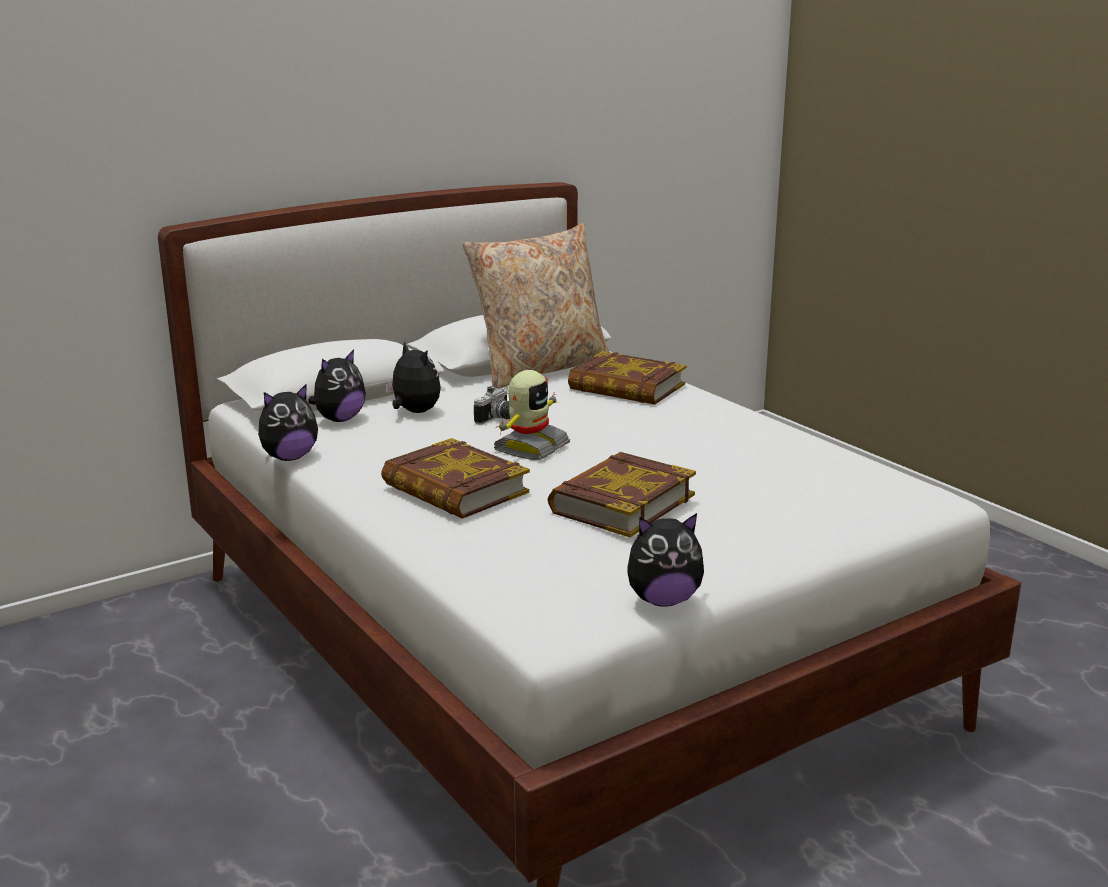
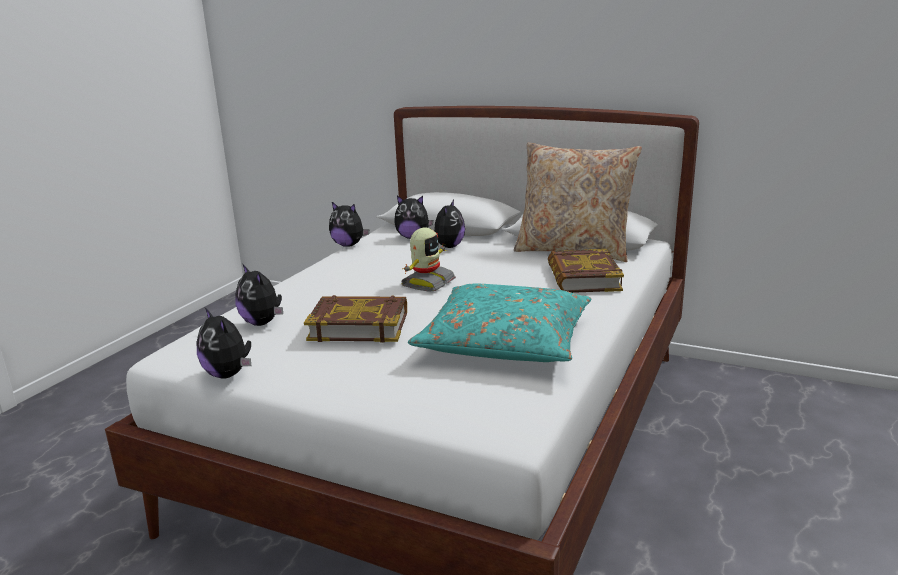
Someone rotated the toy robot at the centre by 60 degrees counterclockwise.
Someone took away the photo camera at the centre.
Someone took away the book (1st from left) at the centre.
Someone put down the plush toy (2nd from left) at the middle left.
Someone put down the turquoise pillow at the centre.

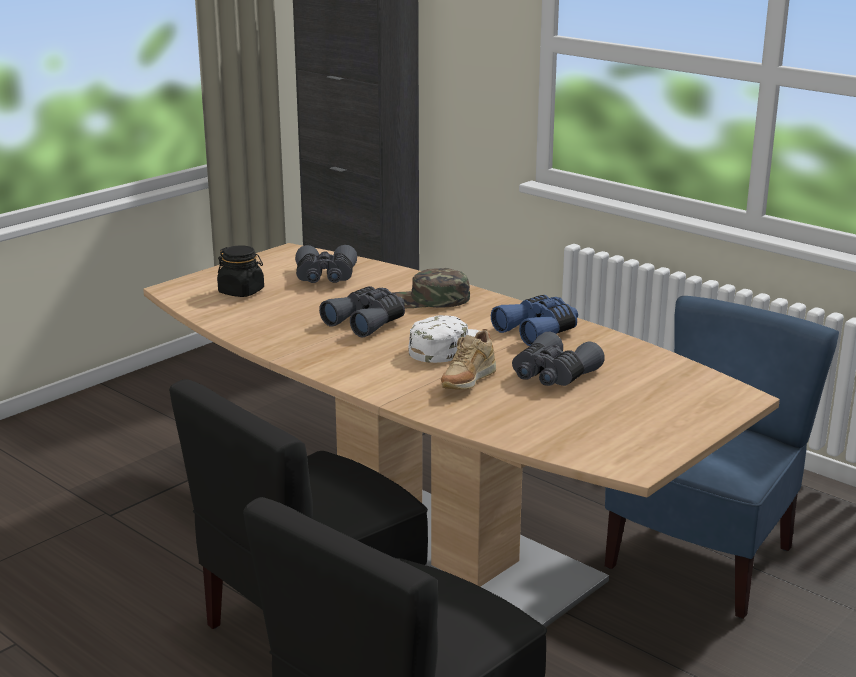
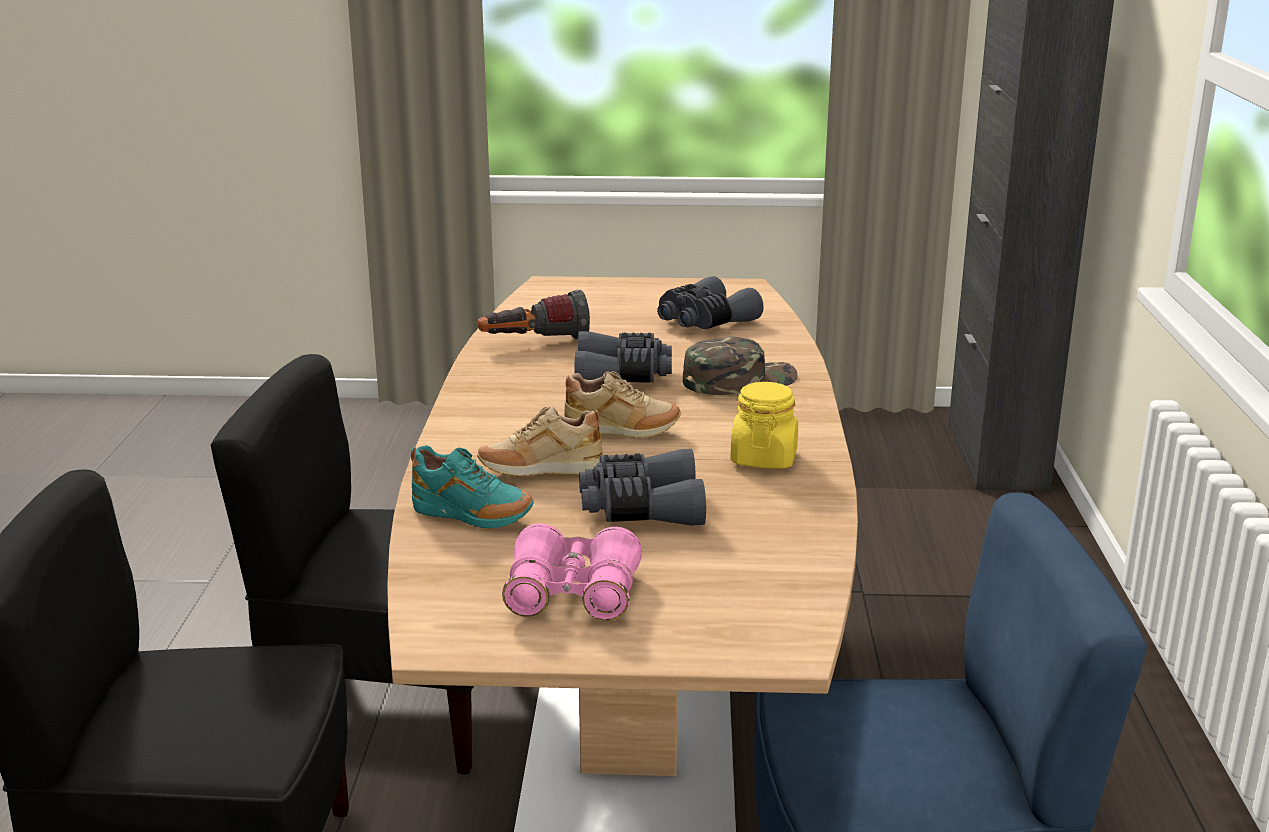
Someone took away the black jar at the middle left.
Someone rotated the green cap at the centre by 105 degrees clockwise.
Someone swapped the blue binoculars at the centre for the yellow jar at the centre.
Someone swapped the white cap at the centre for the beige shoe (2nd from left) at the centre.
Someone put down the flashlight at the centre.
Someone put down the turquoise shoe at the centre.
Someone put down the pink binoculars at the bottom centre.

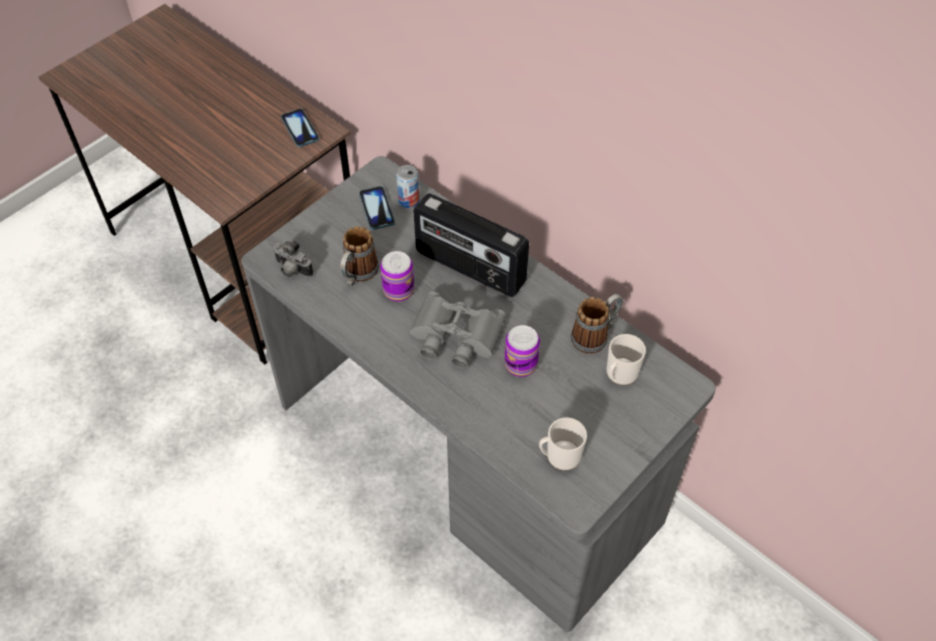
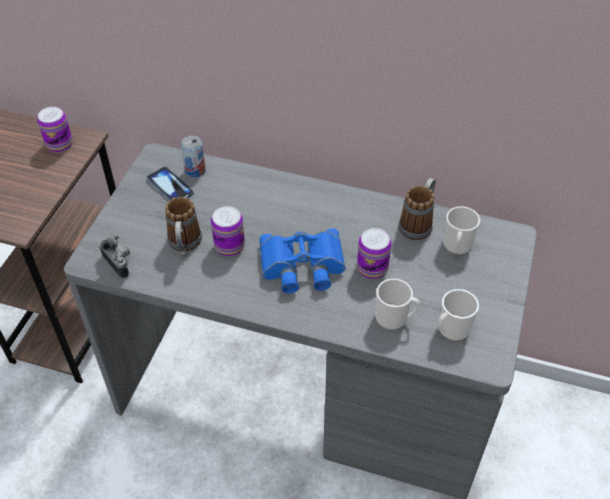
Someone swapped the phone (1st from left) at the top left for the can (1st from left) at the top left.
Someone took away the radio at the centre.
Someone rotated the photo camera at the middle left by 135 degrees counterclockwise.
Someone repainted the grey binoculars at the centre, which became the blue binoculars at the centre.
Someone put down the mug (2nd from left) at the centre.

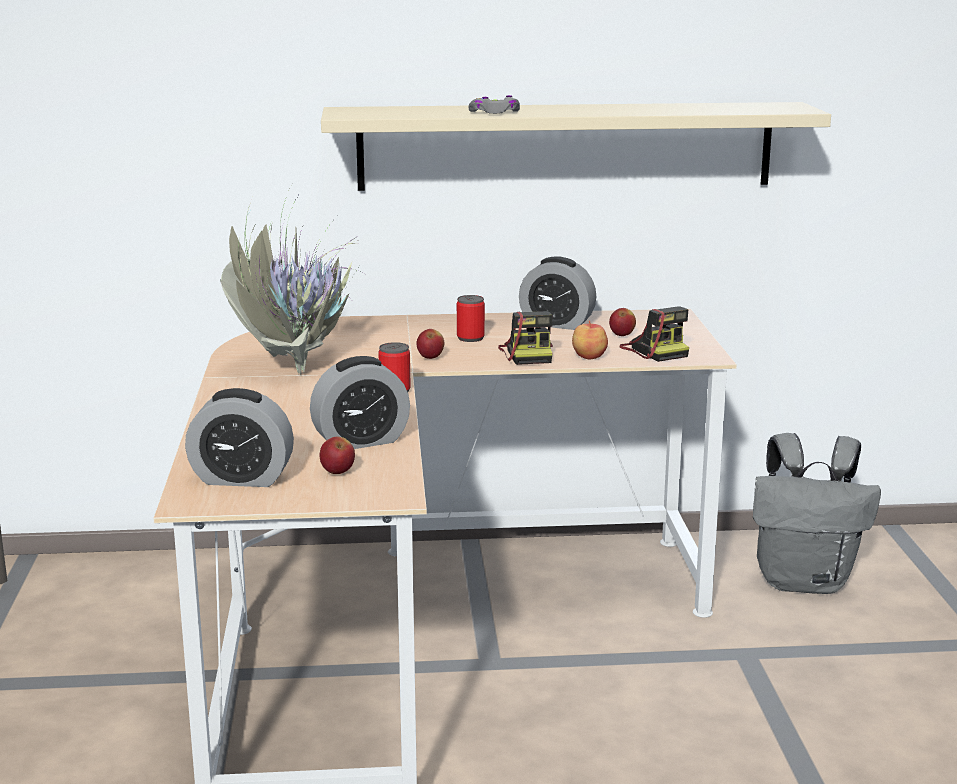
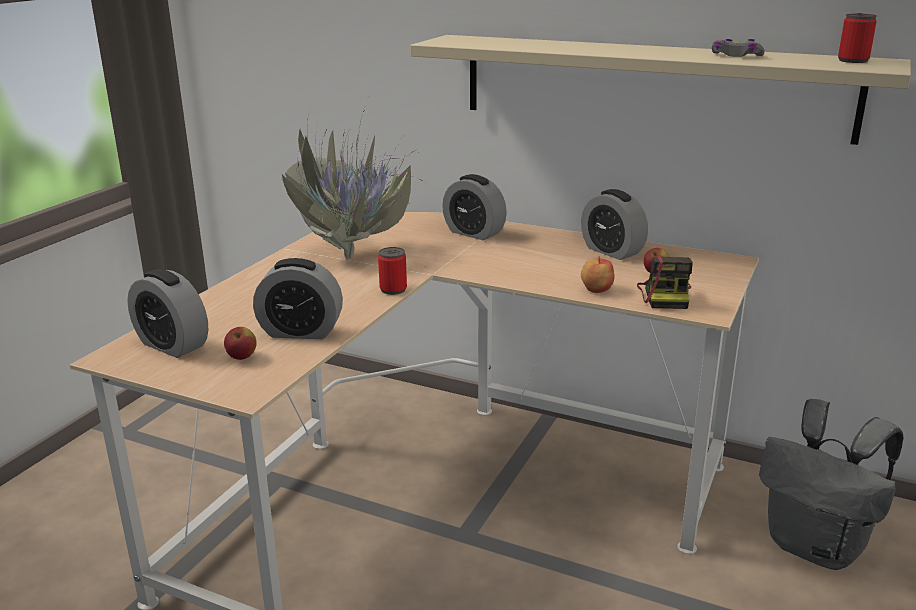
Someone carried the grey game controller from the top centre to the top right.
Someone carried the can (2nd from left) from the centre to the top right.
Someone took away the photo camera (1st from left) at the centre.
Someone took away the apple (2nd from left) at the centre.
Someone put down the alarm clock (3rd from left) at the centre.

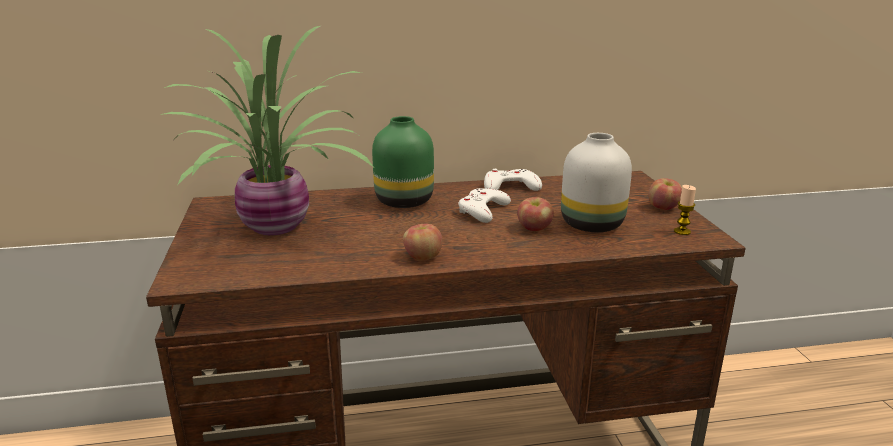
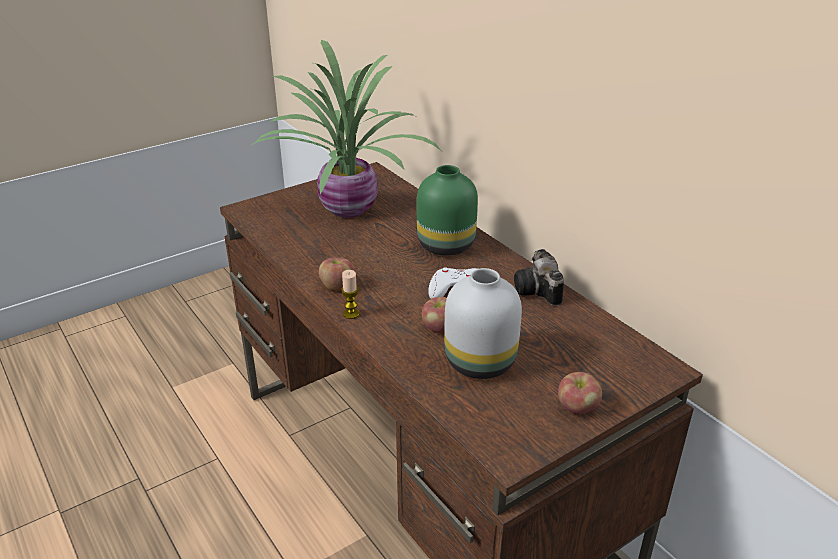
Someone swapped the white game controller (2nd from left) at the centre for the photo camera at the centre.
Someone carried the candle from the middle right to the centre.

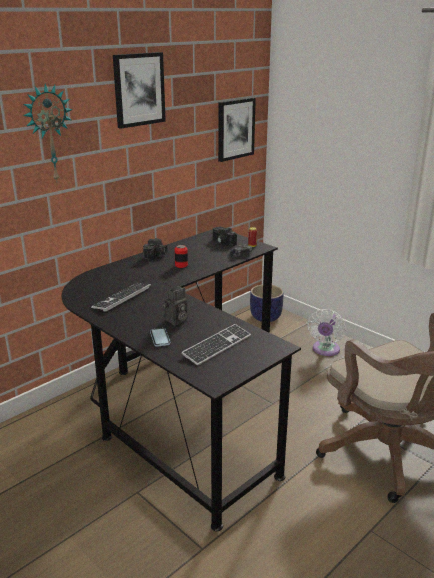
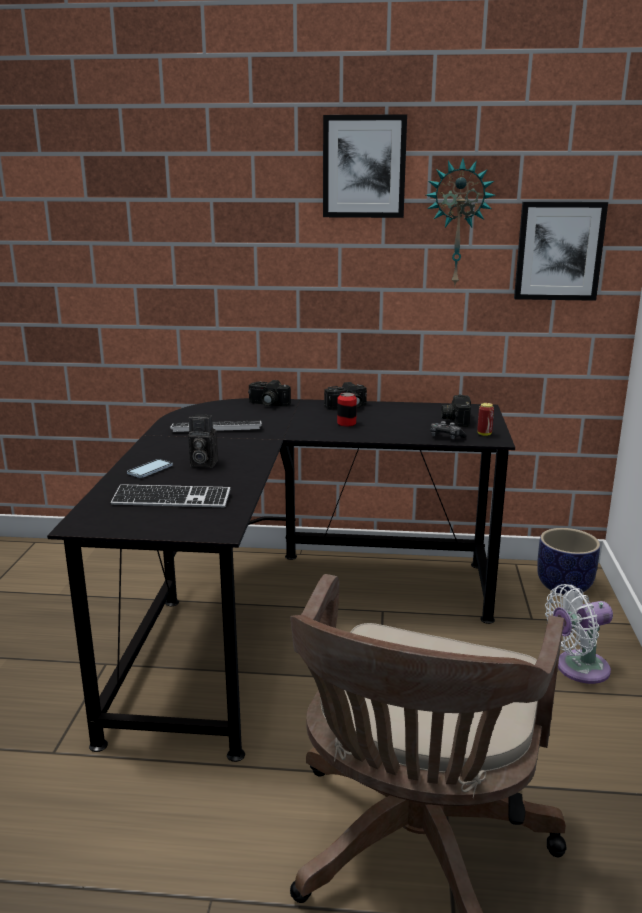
Someone carried the wall clock from the top left to the top right.
Someone put down the photo camera (2nd from left) at the centre.

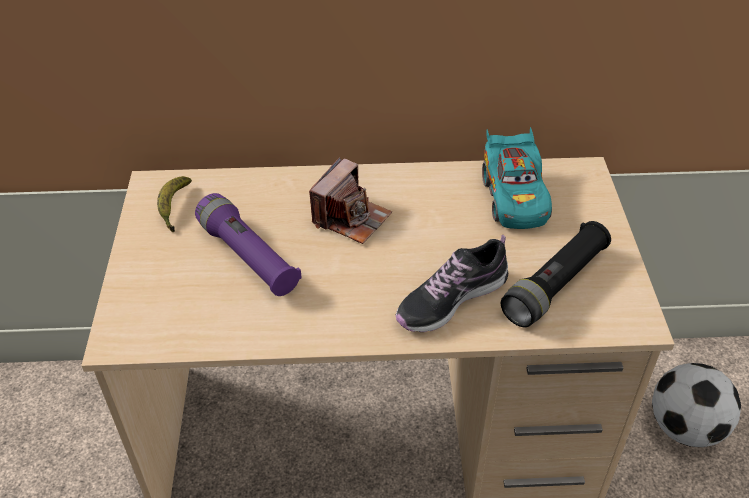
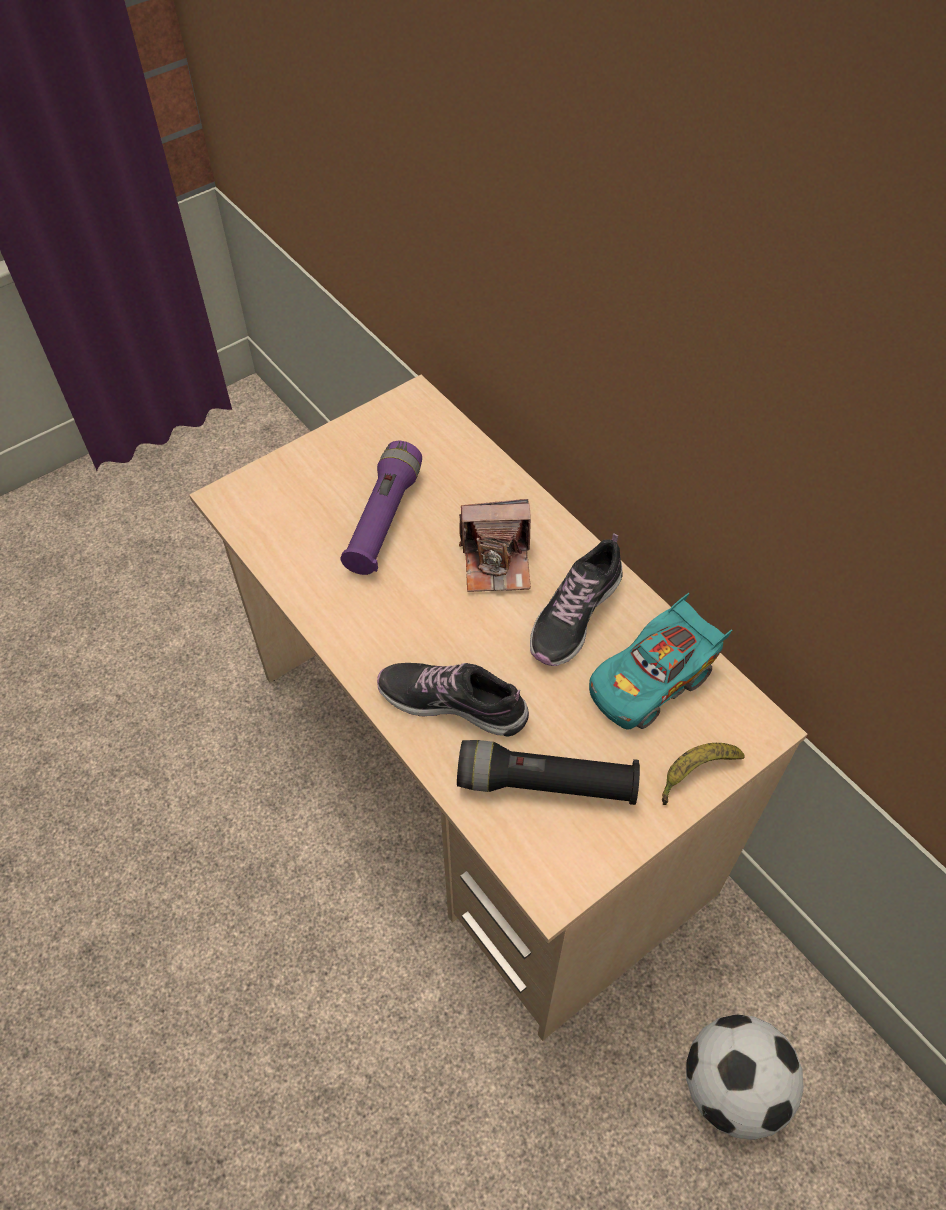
Someone carried the banana from the middle left to the middle right.
Someone put down the shoe (2nd from left) at the centre.

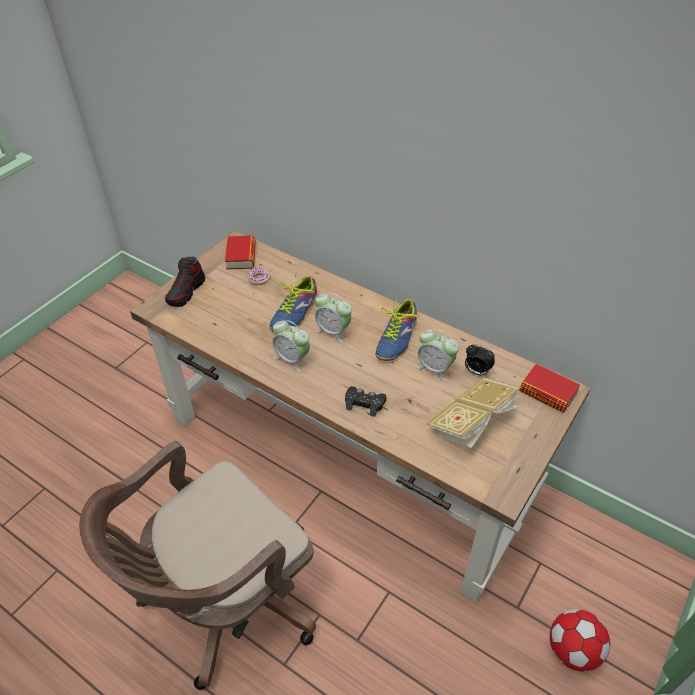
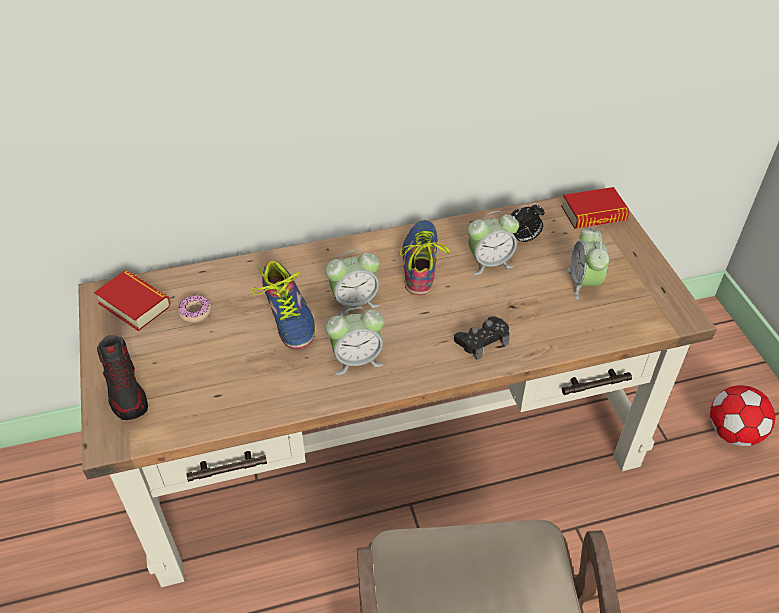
Someone rotated the shoe (3rd from left) at the centre by 150 degrees counterclockwise.
Someone swapped the book (2nd from left) at the middle right for the alarm clock (5th from left) at the middle right.

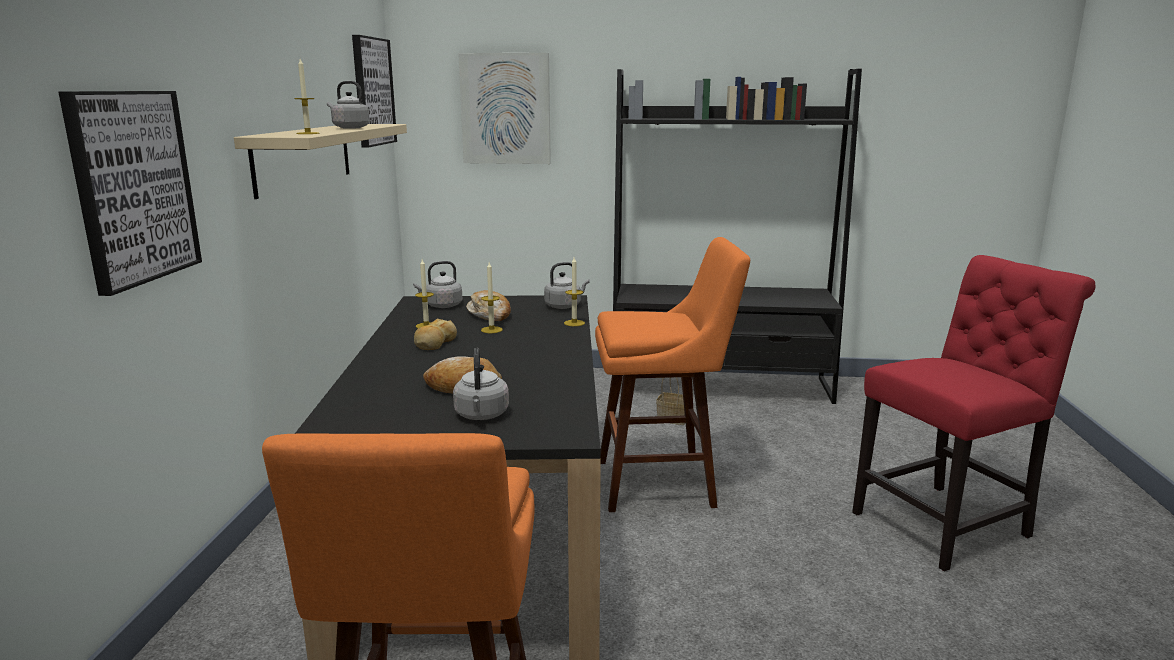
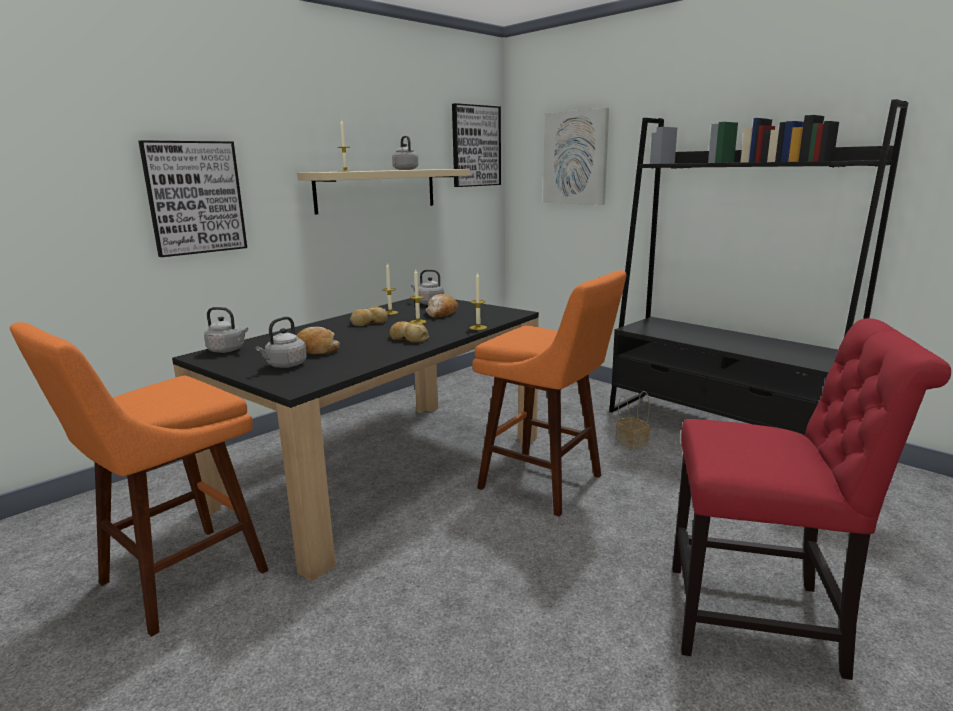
Someone carried the grey kettle (4th from left in the first image) from the centre to the middle left.
Someone put down the bread (3rd from left) at the centre.

